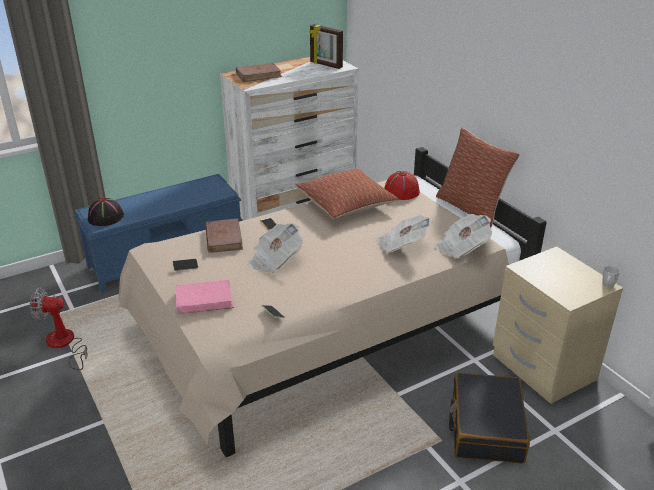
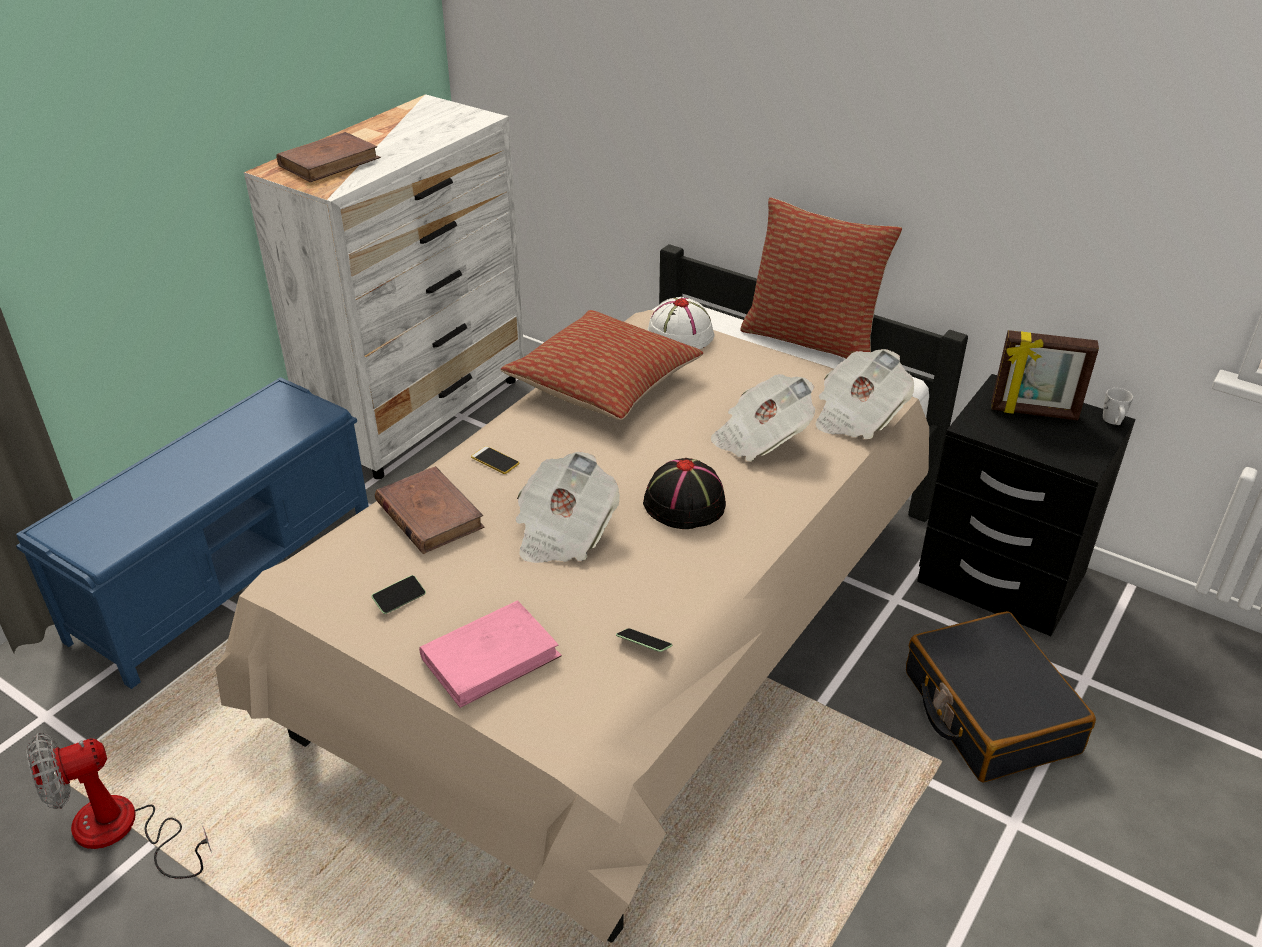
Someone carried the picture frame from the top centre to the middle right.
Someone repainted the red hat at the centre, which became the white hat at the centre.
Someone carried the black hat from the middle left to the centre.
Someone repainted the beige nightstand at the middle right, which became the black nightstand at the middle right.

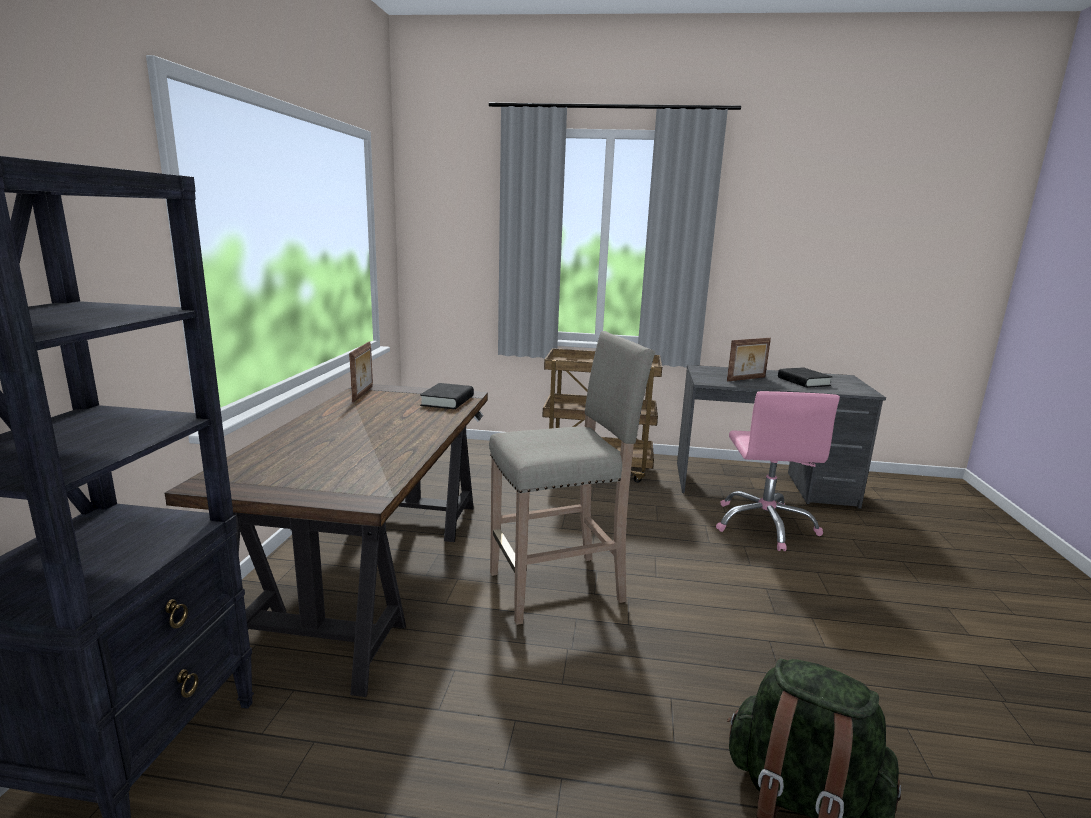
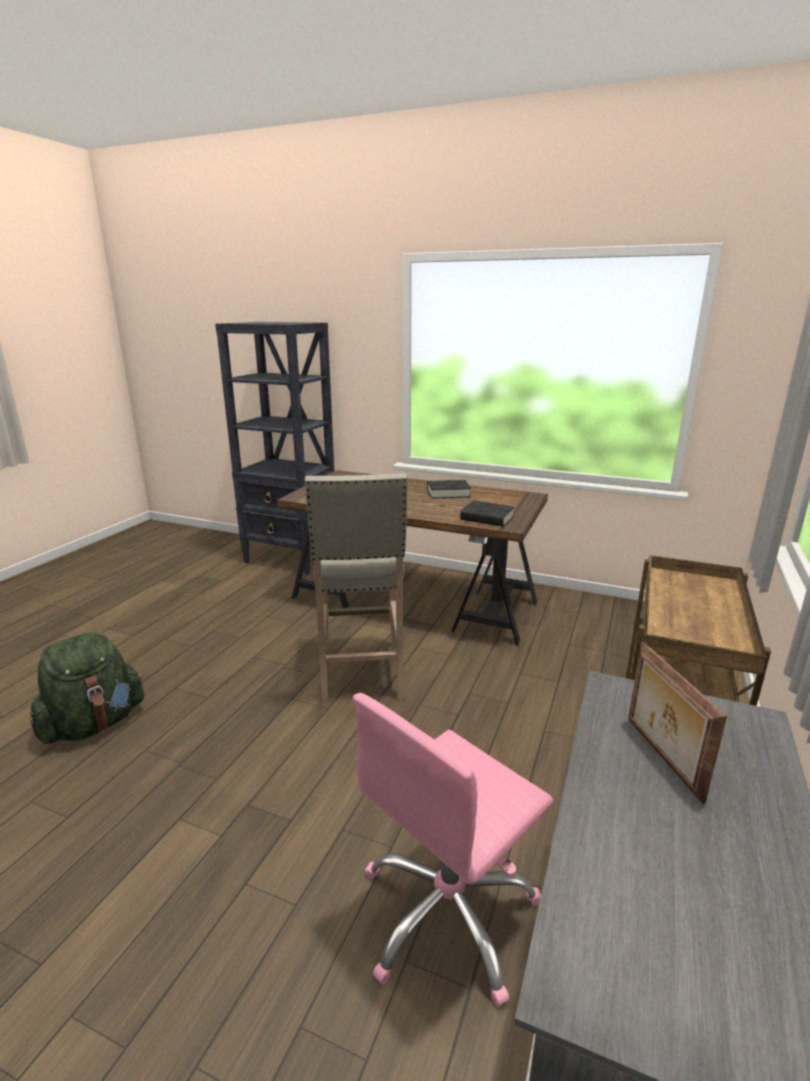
Someone took away the picture frame (1st from left) at the middle left.
Someone carried the black book (2nd from left in the first image) from the middle right to the centre.
Someone rotated the pink office chair at the middle right by 60 degrees counterclockwise.

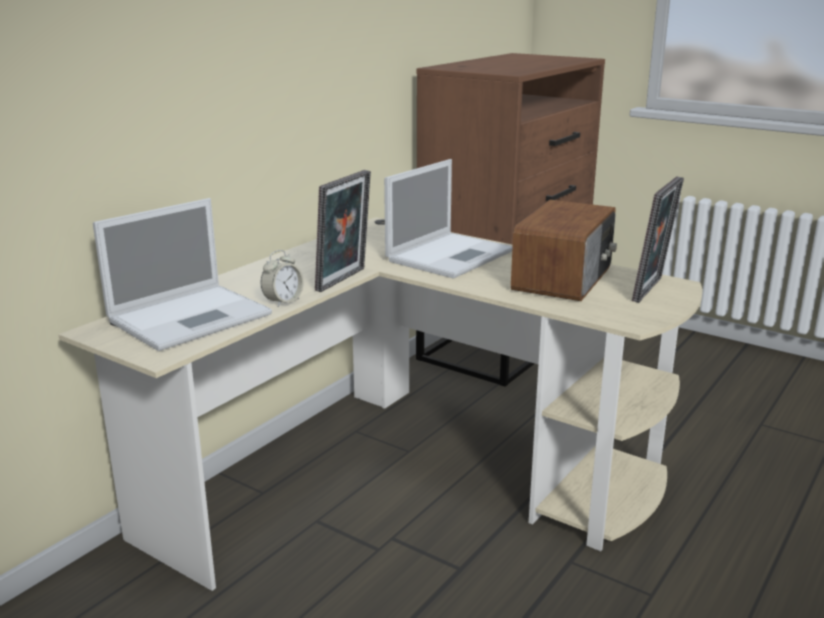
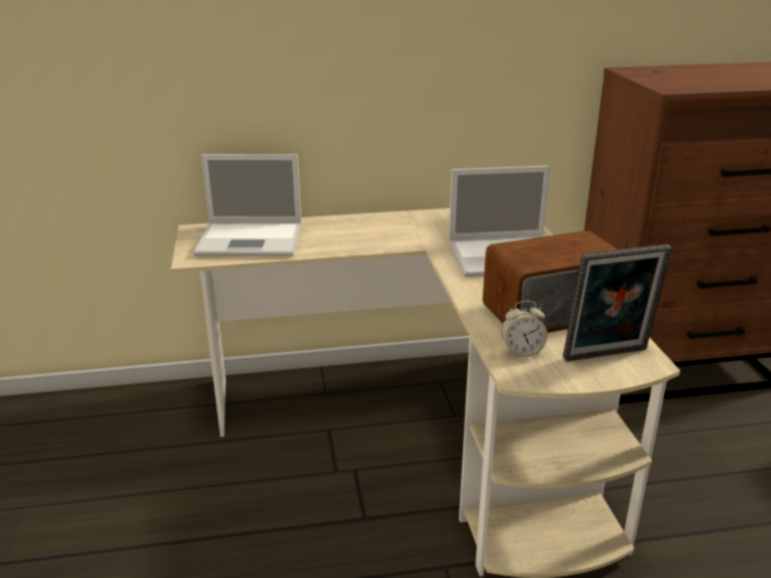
Someone took away the picture frame (1st from left) at the centre.
Someone carried the alarm clock from the centre to the middle right.

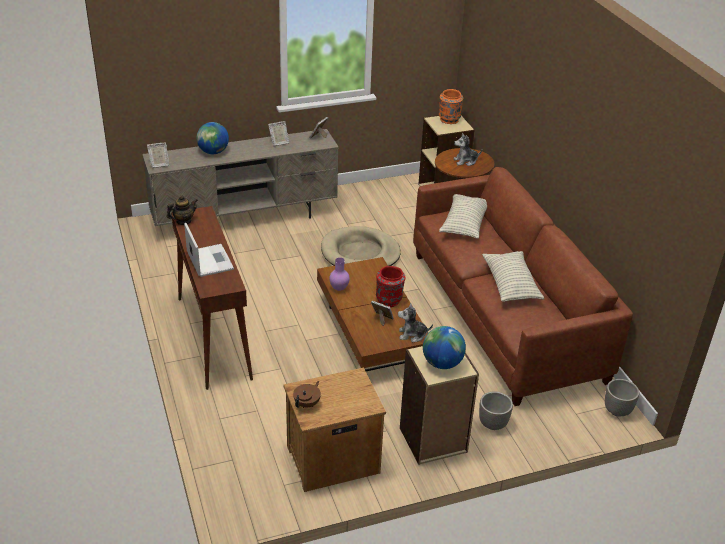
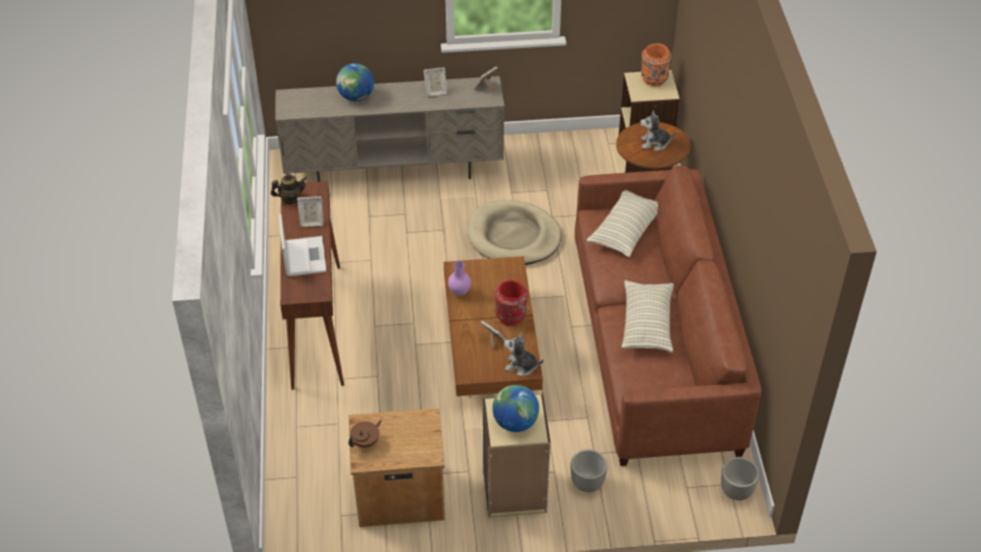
Someone carried the picture frame (1st from left) from the top left to the middle left.

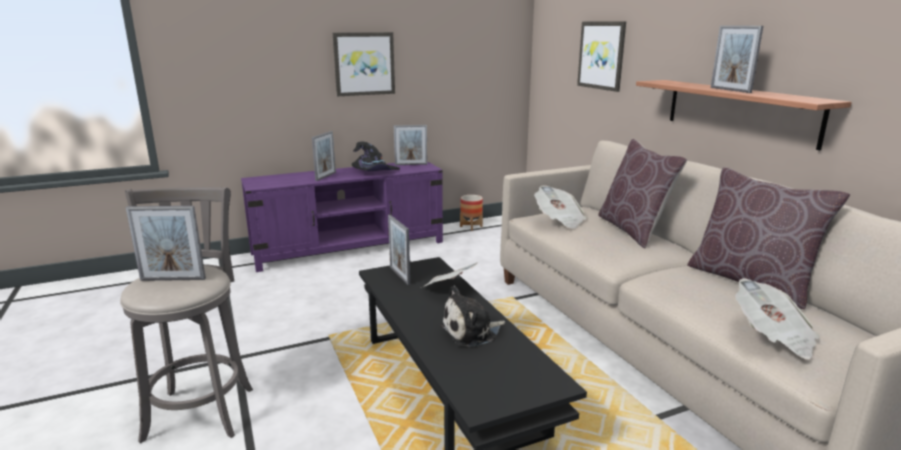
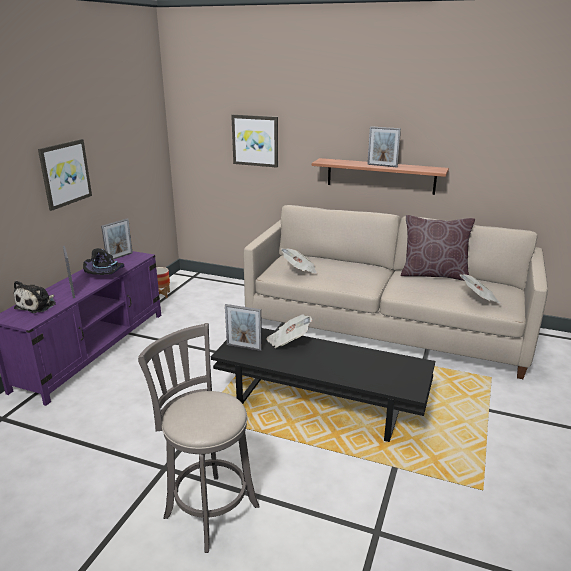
Someone took away the brown pillow (1st from left) at the middle right.
Someone took away the picture frame (1st from left) at the middle left.
Someone carried the plush toy from the bottom centre to the middle left.

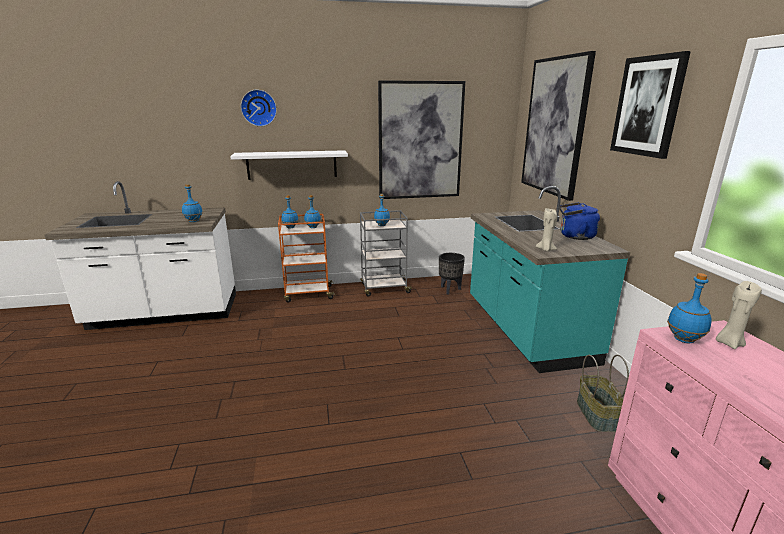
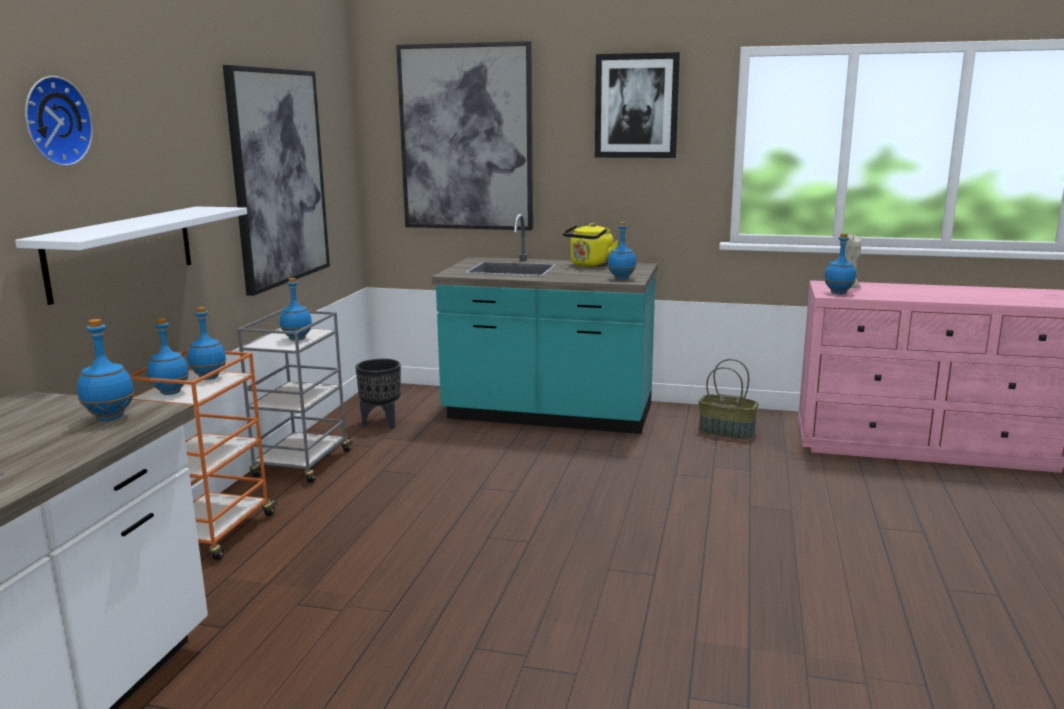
Someone repainted the blue kettle at the middle right, which became the yellow kettle at the centre.
Someone swapped the beige candle (1st from left) at the middle right for the blue bottle (5th from left) at the centre.

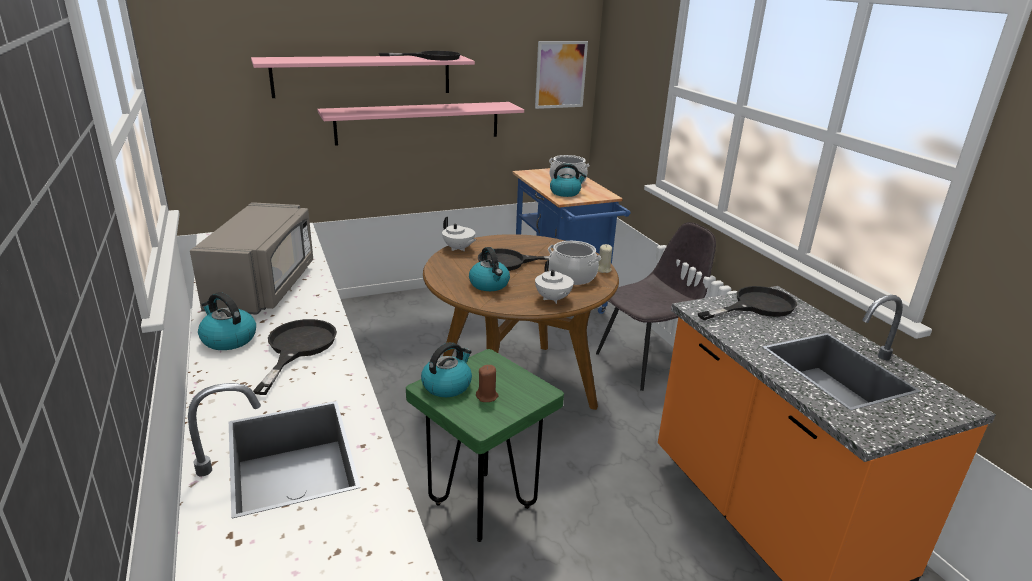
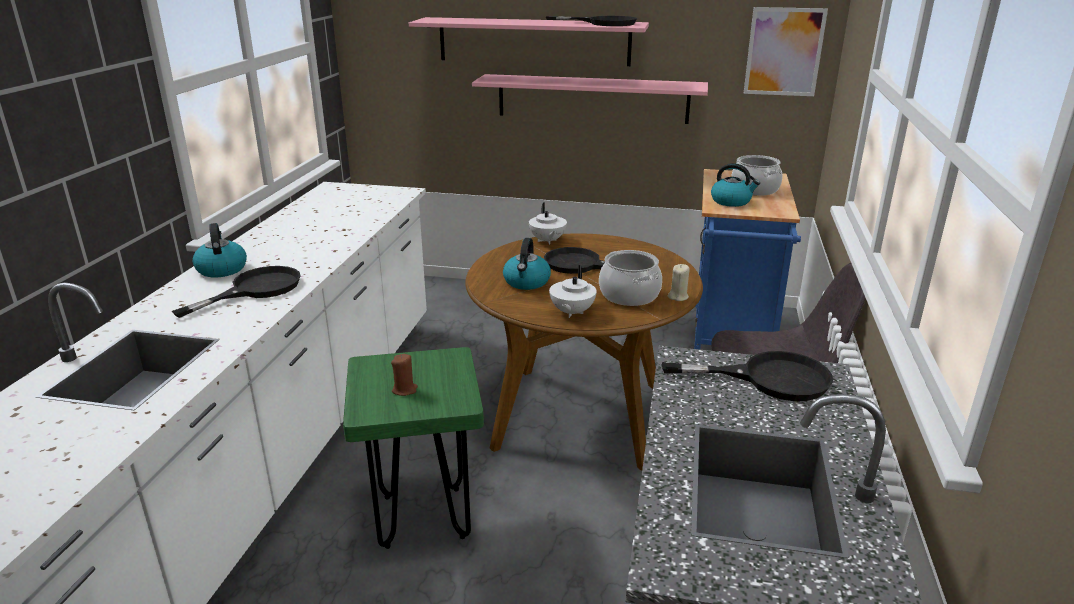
Someone took away the grey microwave at the middle left.
Someone took away the kettle (2nd from left) at the centre.

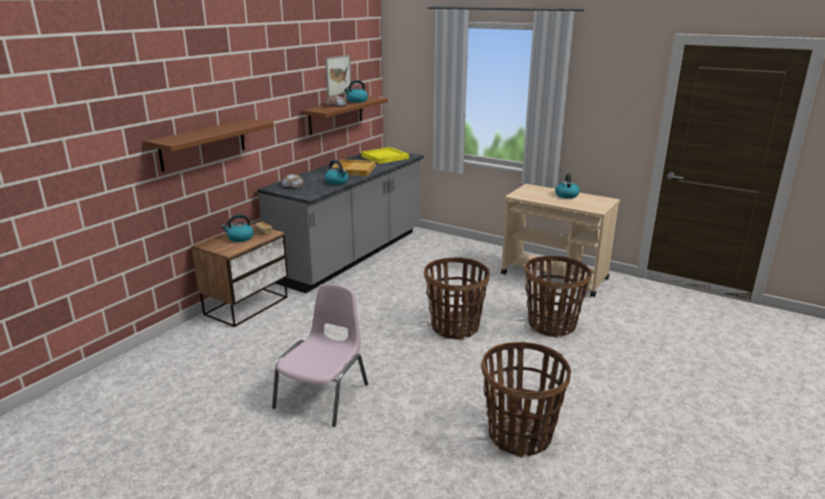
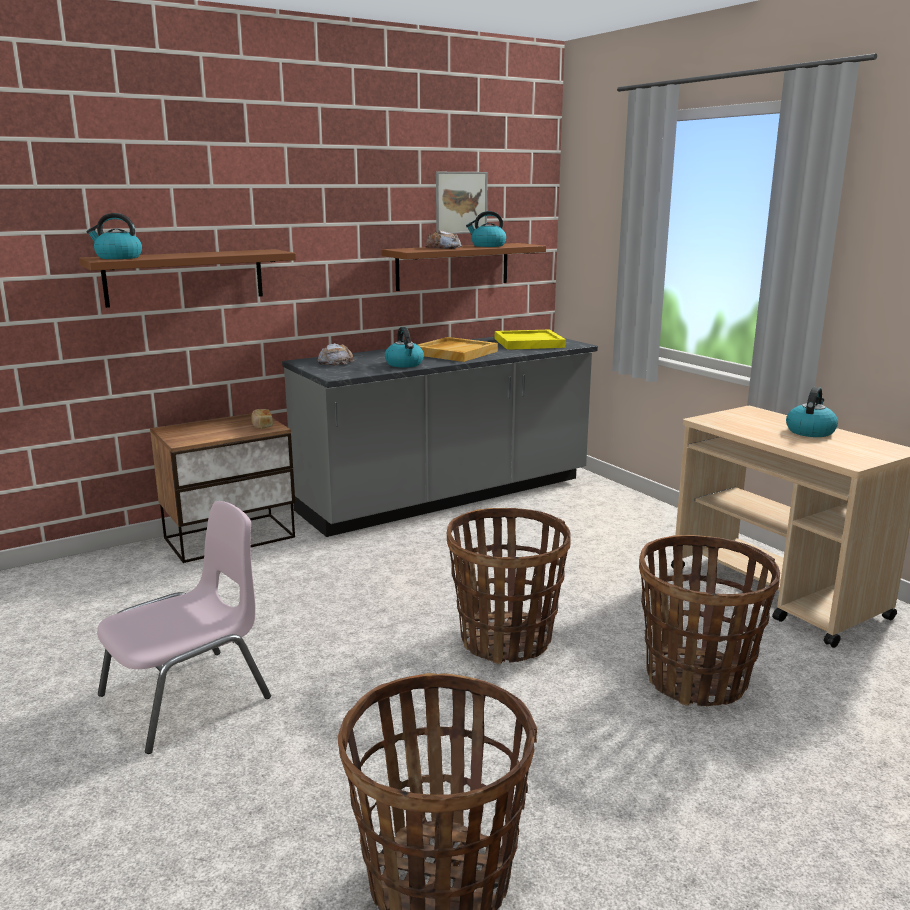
Someone carried the kettle (1st from left) from the middle left to the top left.

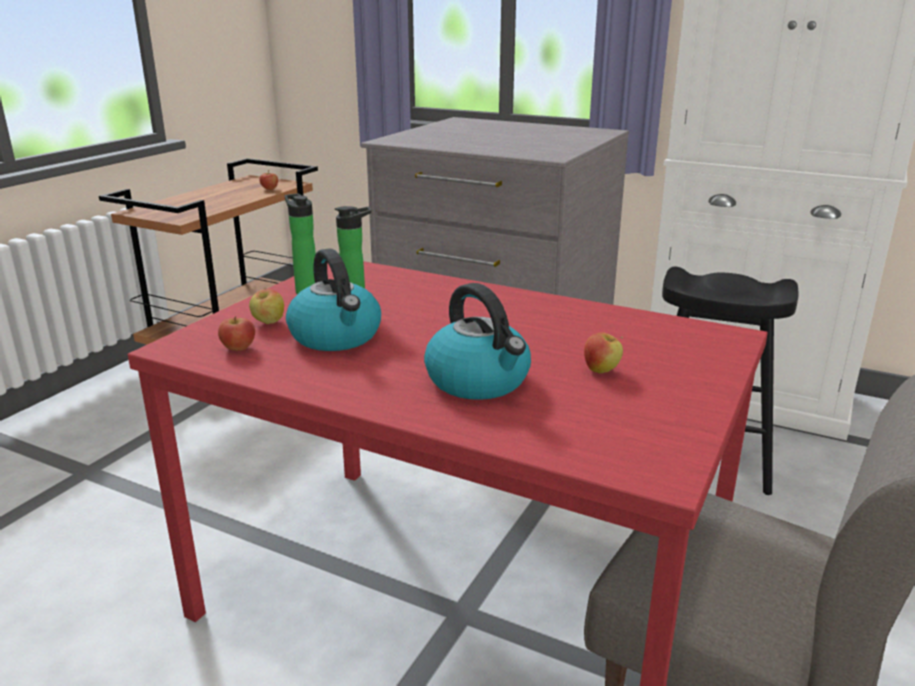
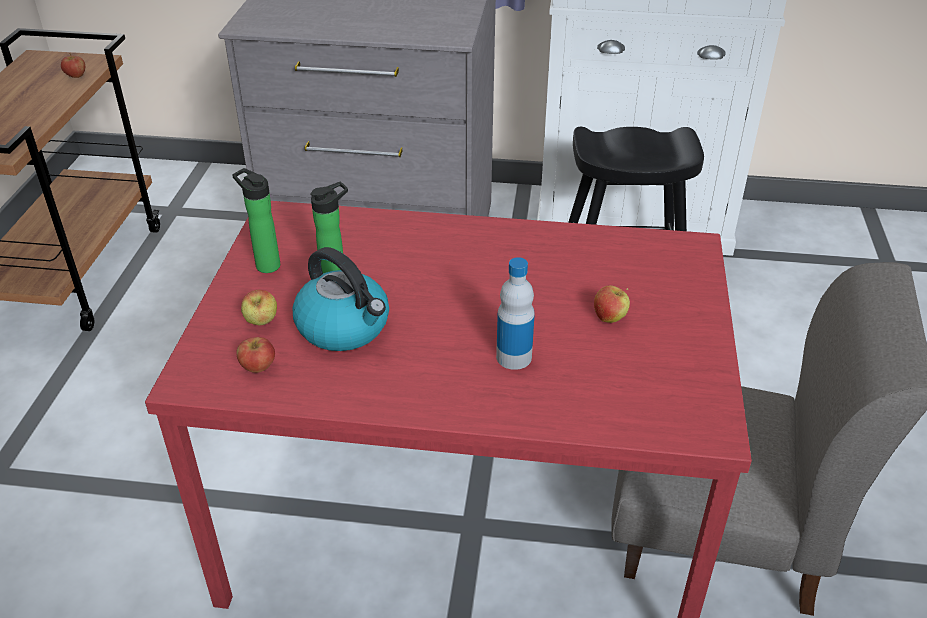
Someone swapped the kettle (2nd from left) at the centre for the bottle (3rd from left) at the centre.

